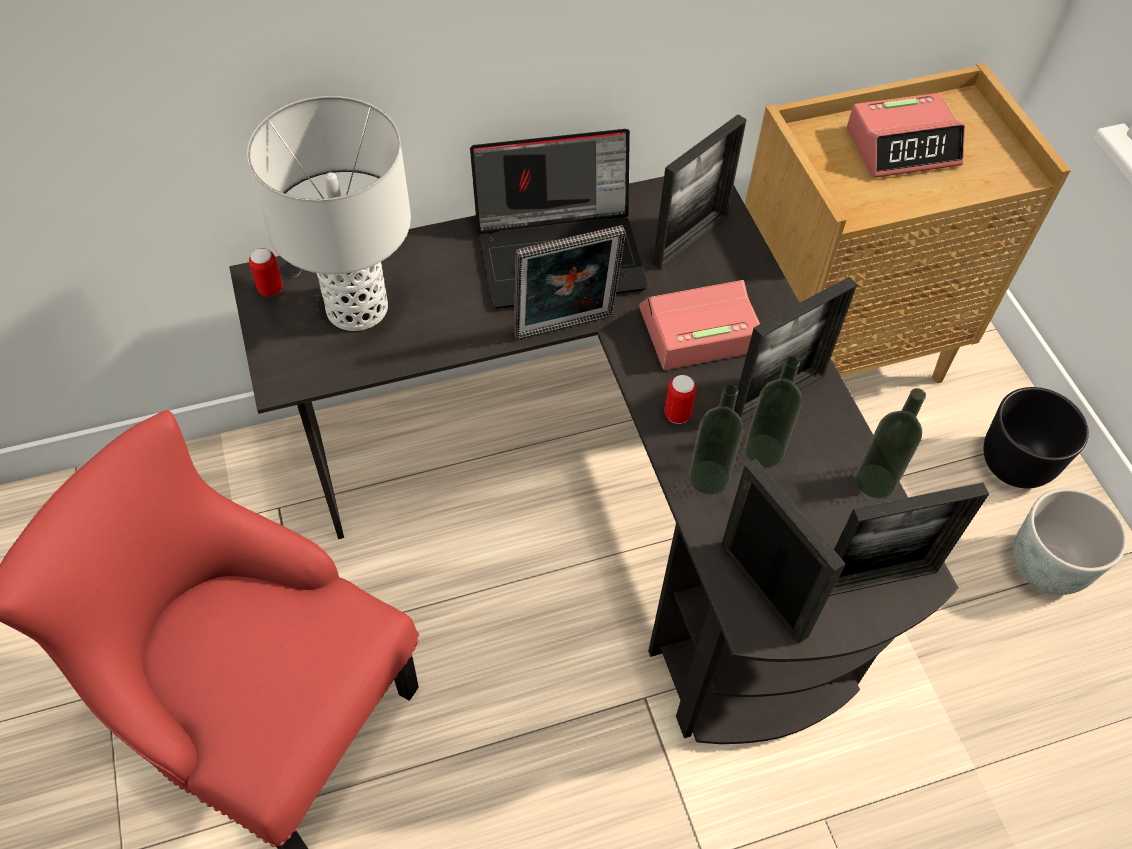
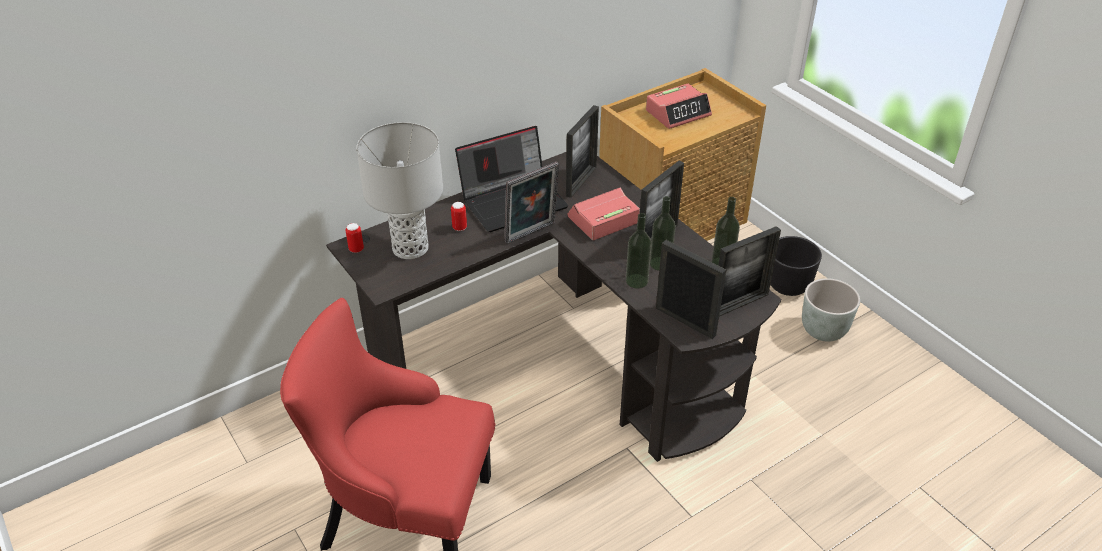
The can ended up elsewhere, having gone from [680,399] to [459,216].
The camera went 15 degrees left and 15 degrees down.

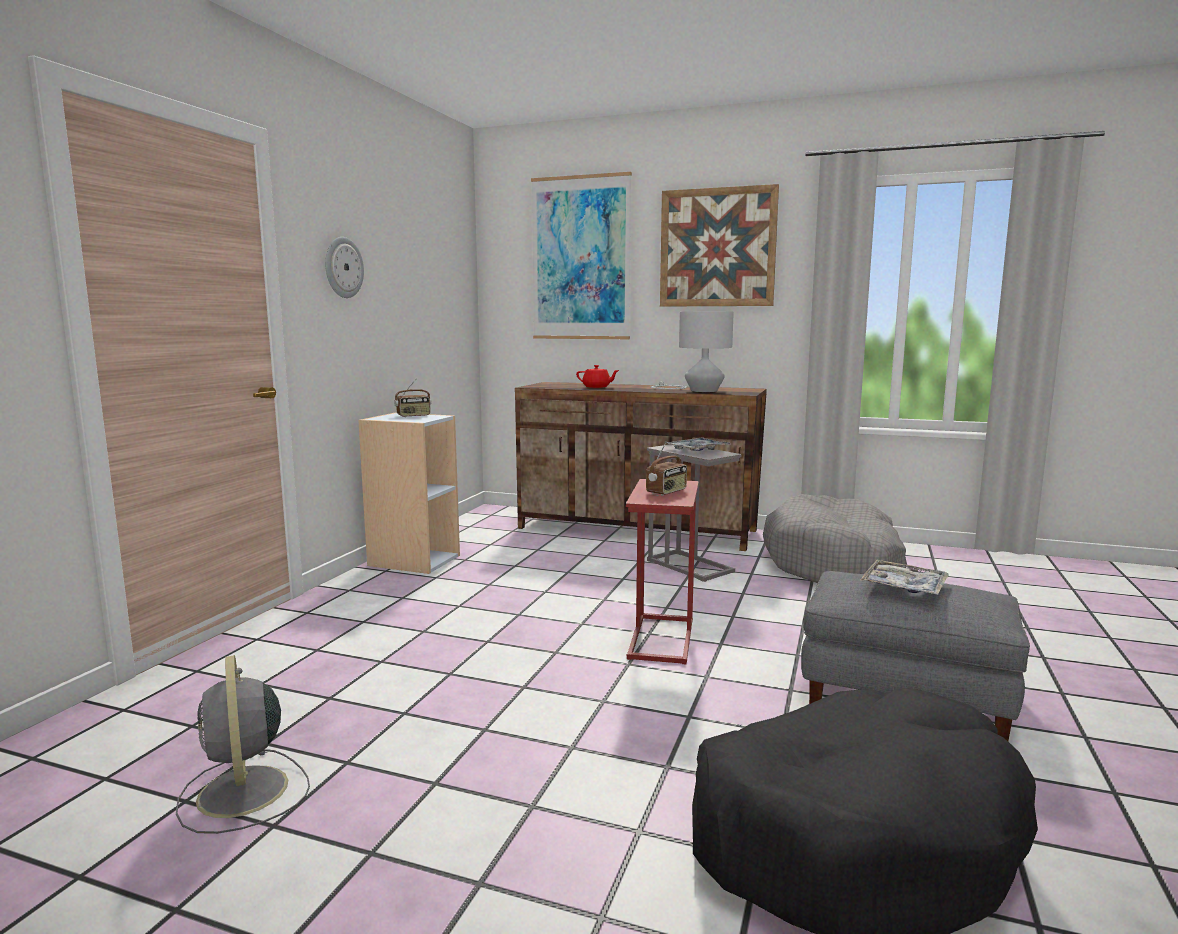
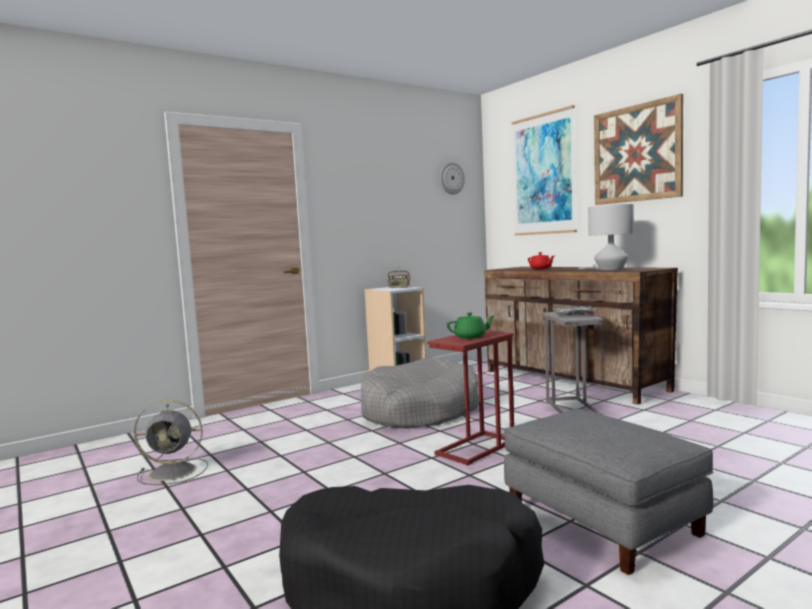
The fan/grey at [243,744] ended up facing another way, 105 degrees counterclockwise from before.
The dog bed/grey ended up elsewhere, having gone from [835,538] to [420,393].
The wall clock ended up elsewhere, having gone from [344,267] to [452,178].
Where the radio stood at [666,468], the teapot/green came to stand at [470,325].
The second view lost the tray at [904,577].
The camera went 35 degrees right and 5 degrees down.

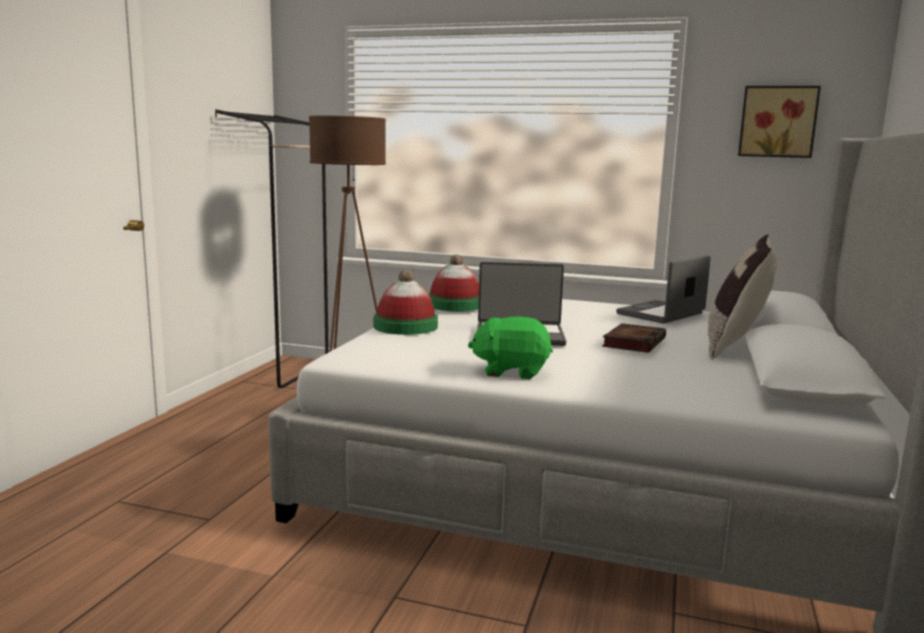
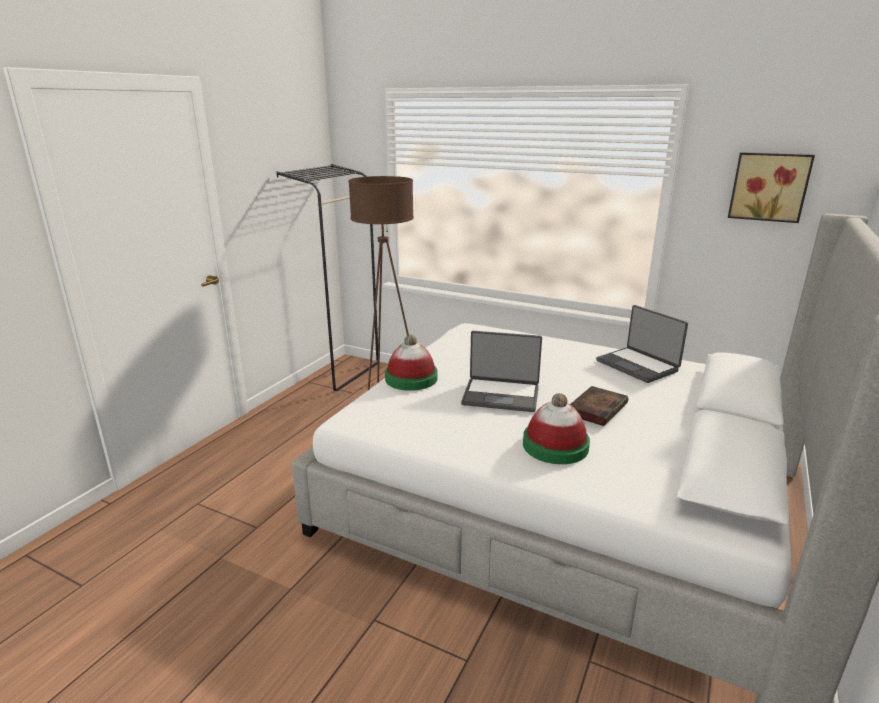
The hat ended up elsewhere, having gone from [454,283] to [556,428].
The laptop at [663,290] ended up facing another way, 90 degrees counterclockwise from before.
The second view lost the plush toy/green at [510,347].
The second view lost the pillow at [742,297].
The camera went 10 degrees right and 10 degrees up.

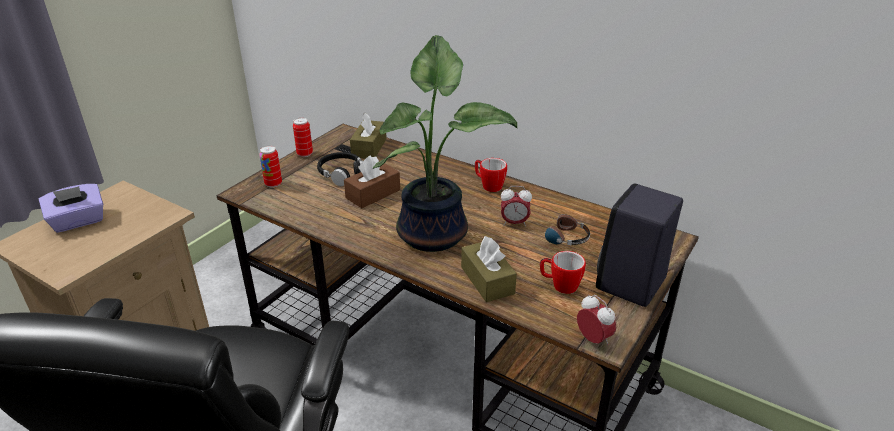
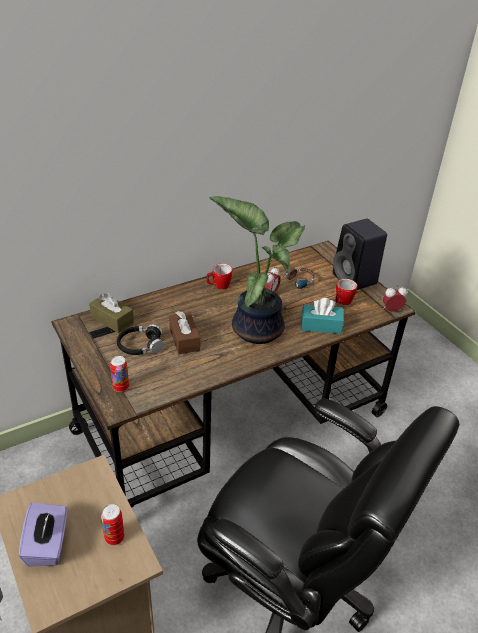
The can ended up elsewhere, having gone from [303,137] to [113,524].
What was the tissue box/brown at [489,269] turned into the tissue box/turquoise at [323,316].
The camera went 65 degrees left and 5 degrees up.

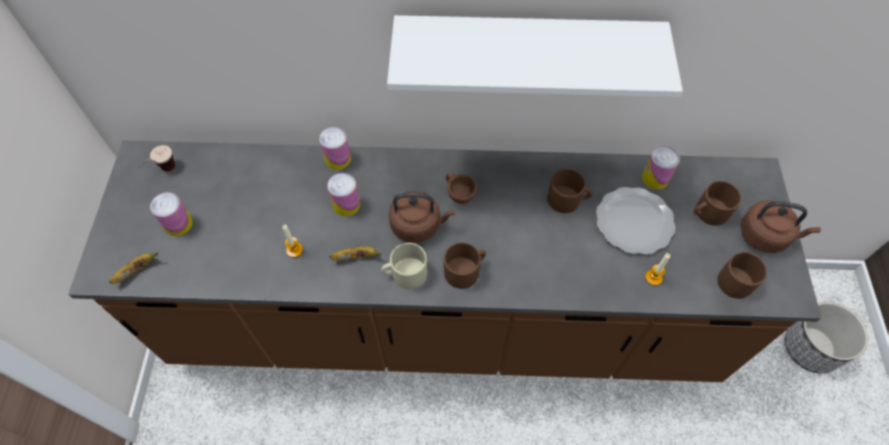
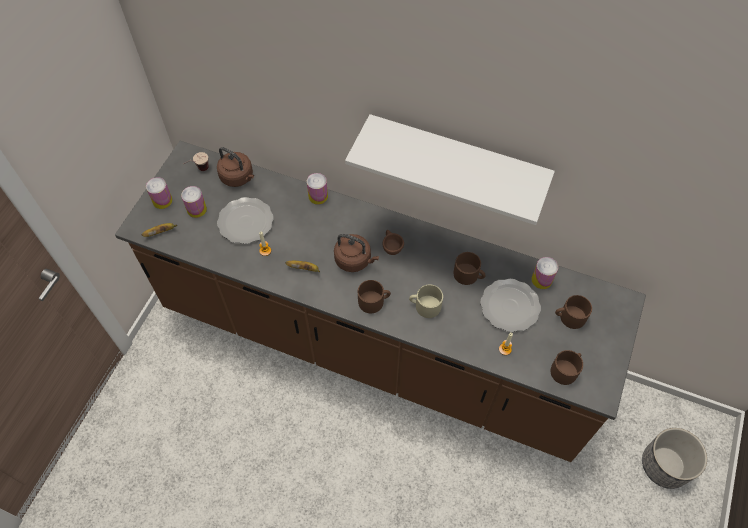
The can ended up elsewhere, having gone from [343,194] to [159,193].
The kettle/brown ended up elsewhere, having gone from [781,226] to [235,167].
The second view gained the plate at [245,220].
The mug/beige ended up elsewhere, having gone from [404,266] to [426,301].
The camera went 20 degrees right and 0 degrees up.

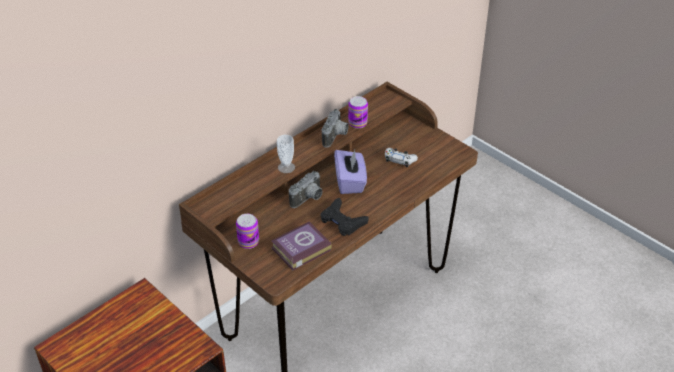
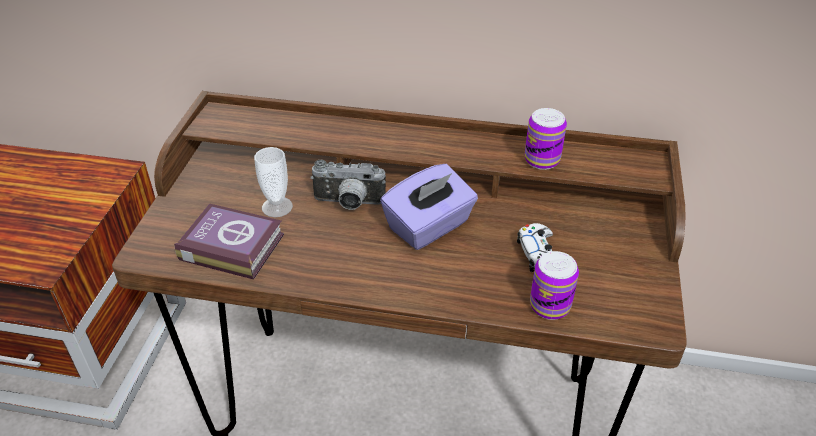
The cup ended up elsewhere, having gone from [286,154] to [273,182].
The can ended up elsewhere, having gone from [247,231] to [554,285].
The second view lost the game controller/black at [345,217].
The second view lost the photo camera at [335,128].
The camera went 55 degrees right and 0 degrees up.

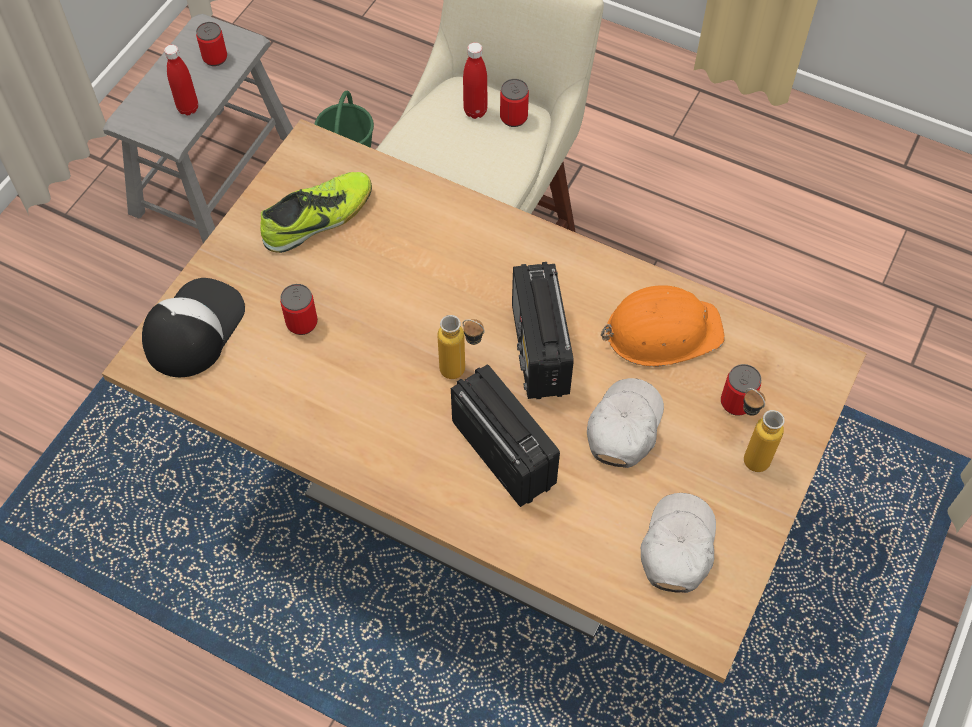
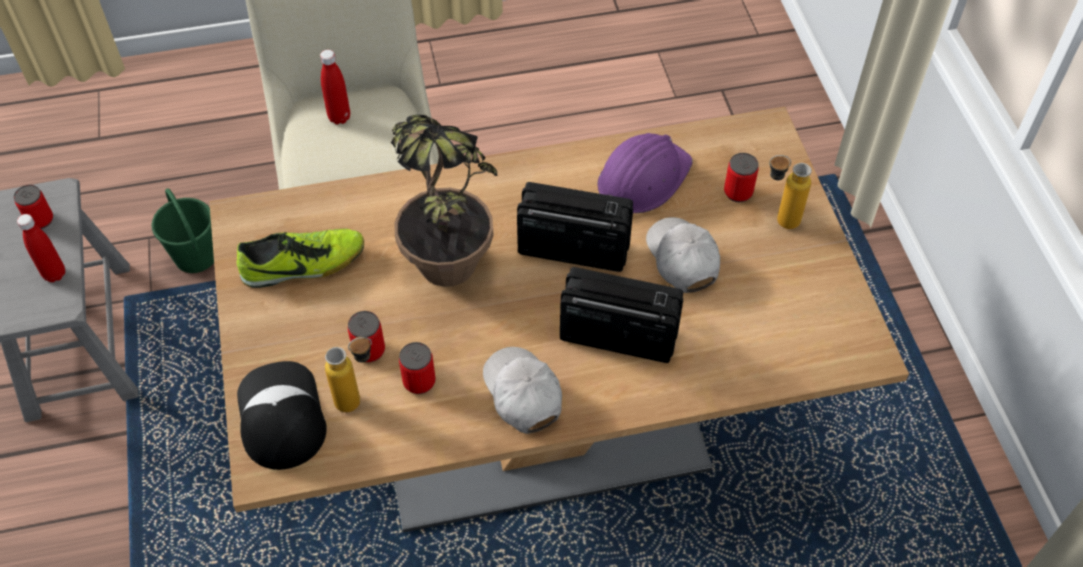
The shoe at [316,212] ended up facing another way, 60 degrees clockwise from before.
The bottle ended up elsewhere, having gone from [461,347] to [348,374].
The second view gained the potted plant at [444,201].
The can ended up elsewhere, having gone from [514,103] to [417,368].
The cap/white ended up elsewhere, having gone from [678,543] to [522,390].
The radio at [543,330] ended up facing another way, 150 degrees clockwise from before.
What was the hard hat/orange at [663,326] turned into the hard hat/purple at [645,173].
The camera went 40 degrees left and 5 degrees down.

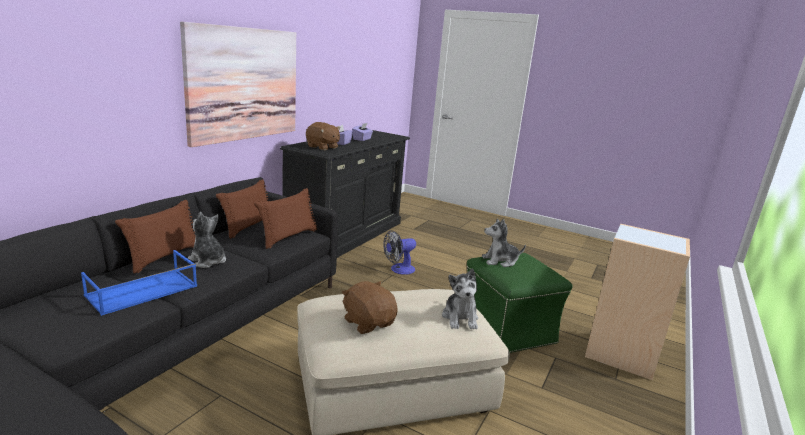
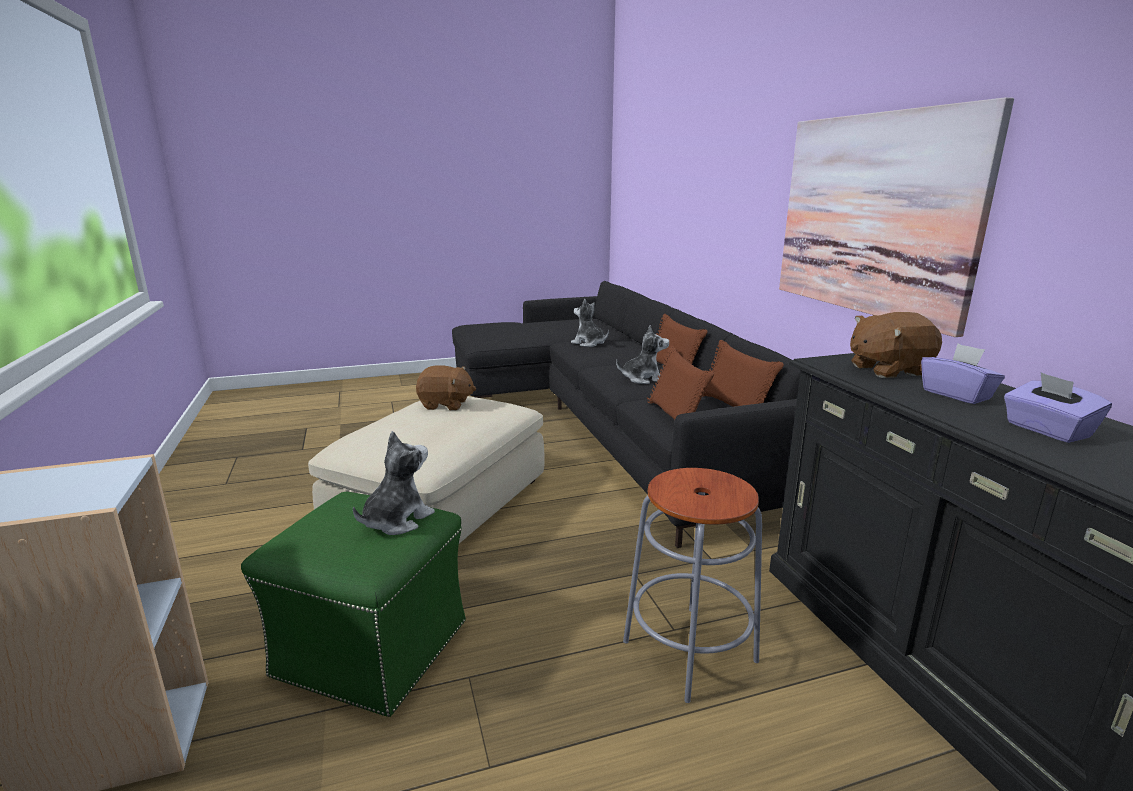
The plush toy ended up elsewhere, having gone from [460,298] to [590,323].
Where the fan stood at [399,252], the stool/grey came to stand at [692,585].
The second view lost the tray/blue at [139,283].
The camera went 135 degrees right and 0 degrees up.

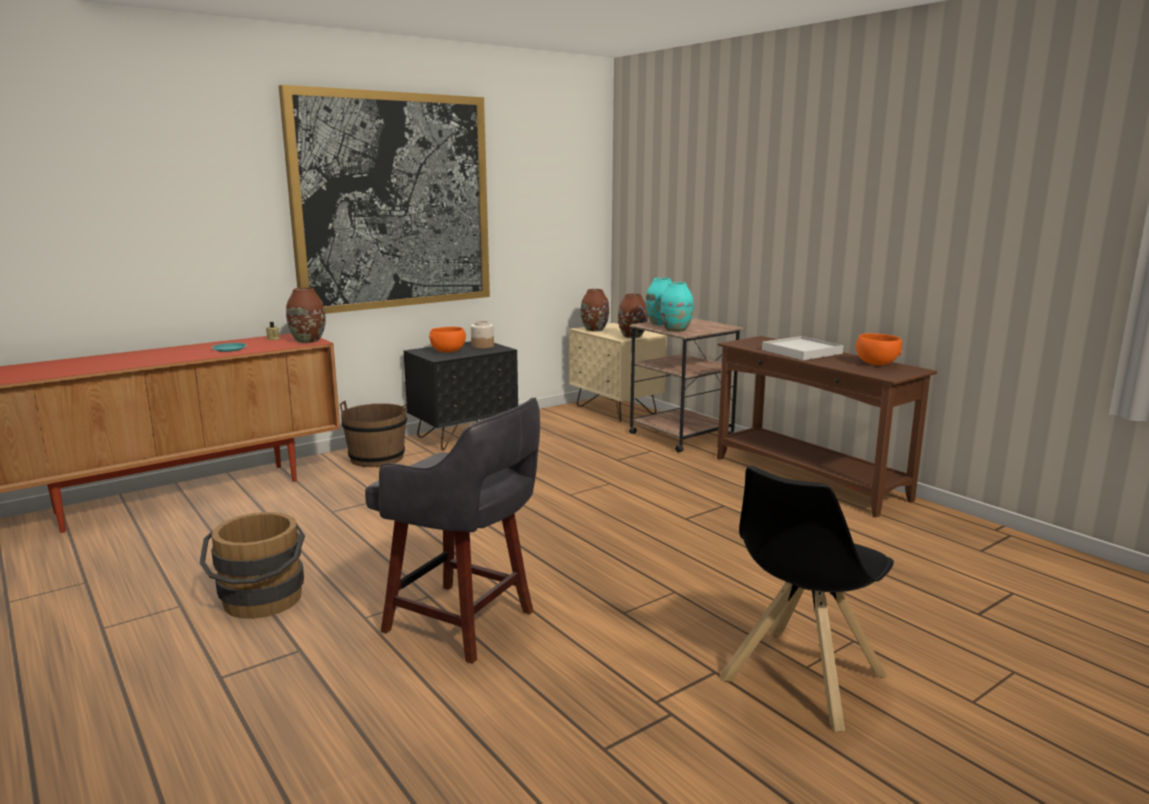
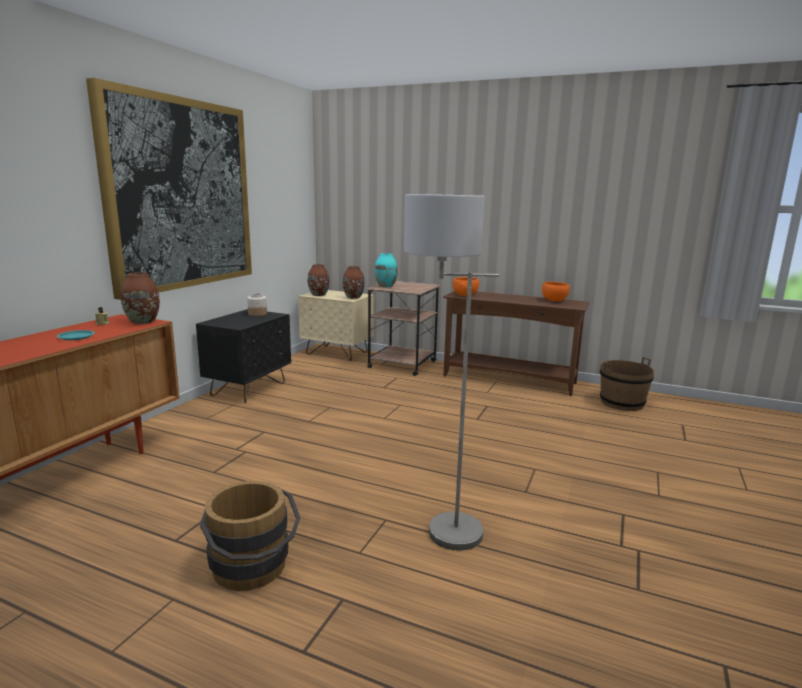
Where the stool/grey stood at [452,530], the floor lamp/grey came to stand at [451,372].
The bowl/orange ended up elsewhere, having gone from [447,340] to [466,286].
The bucket/brown ended up elsewhere, having gone from [373,434] to [627,384].
The second view lost the vase/turquoise at [677,307].
The second view lost the chair/black at [806,599].
The second view lost the tray/white at [802,348].
The camera went 30 degrees left and 0 degrees up.

